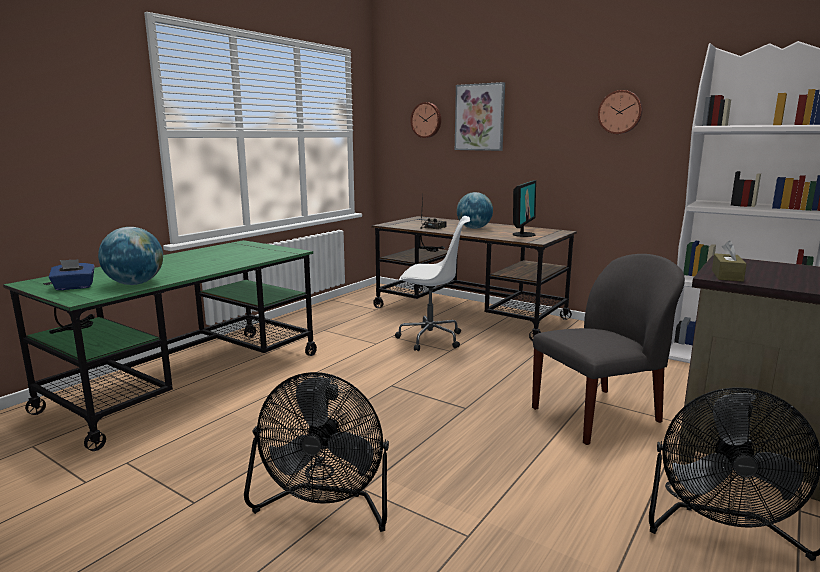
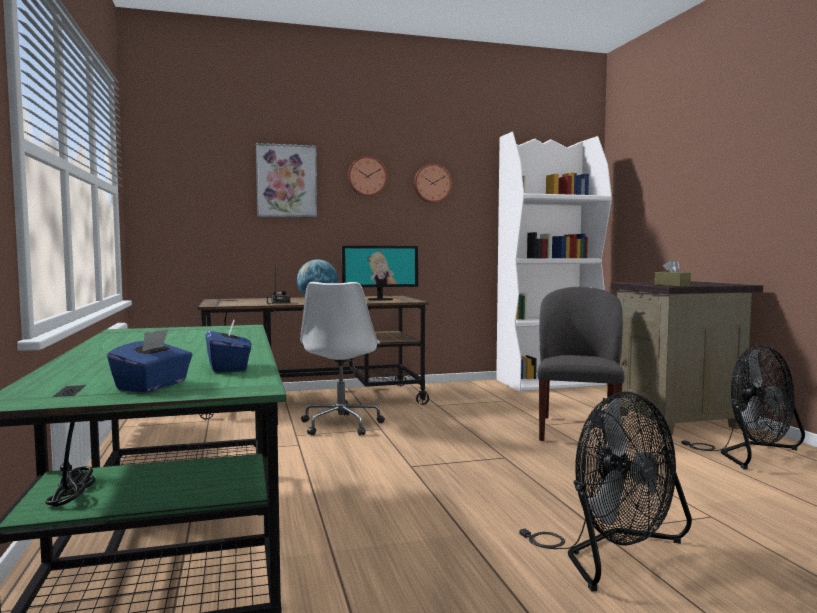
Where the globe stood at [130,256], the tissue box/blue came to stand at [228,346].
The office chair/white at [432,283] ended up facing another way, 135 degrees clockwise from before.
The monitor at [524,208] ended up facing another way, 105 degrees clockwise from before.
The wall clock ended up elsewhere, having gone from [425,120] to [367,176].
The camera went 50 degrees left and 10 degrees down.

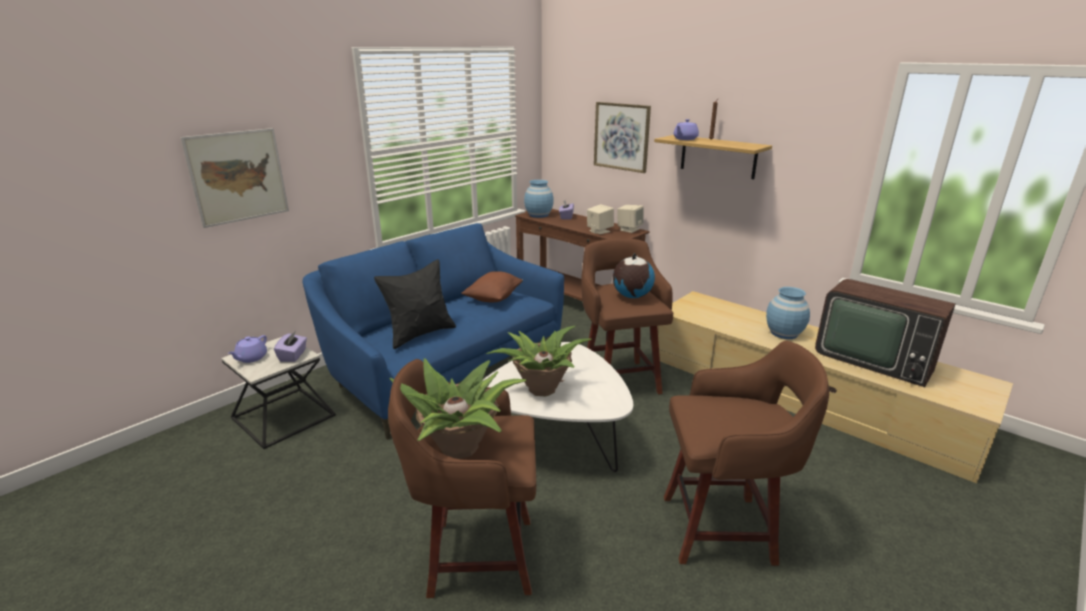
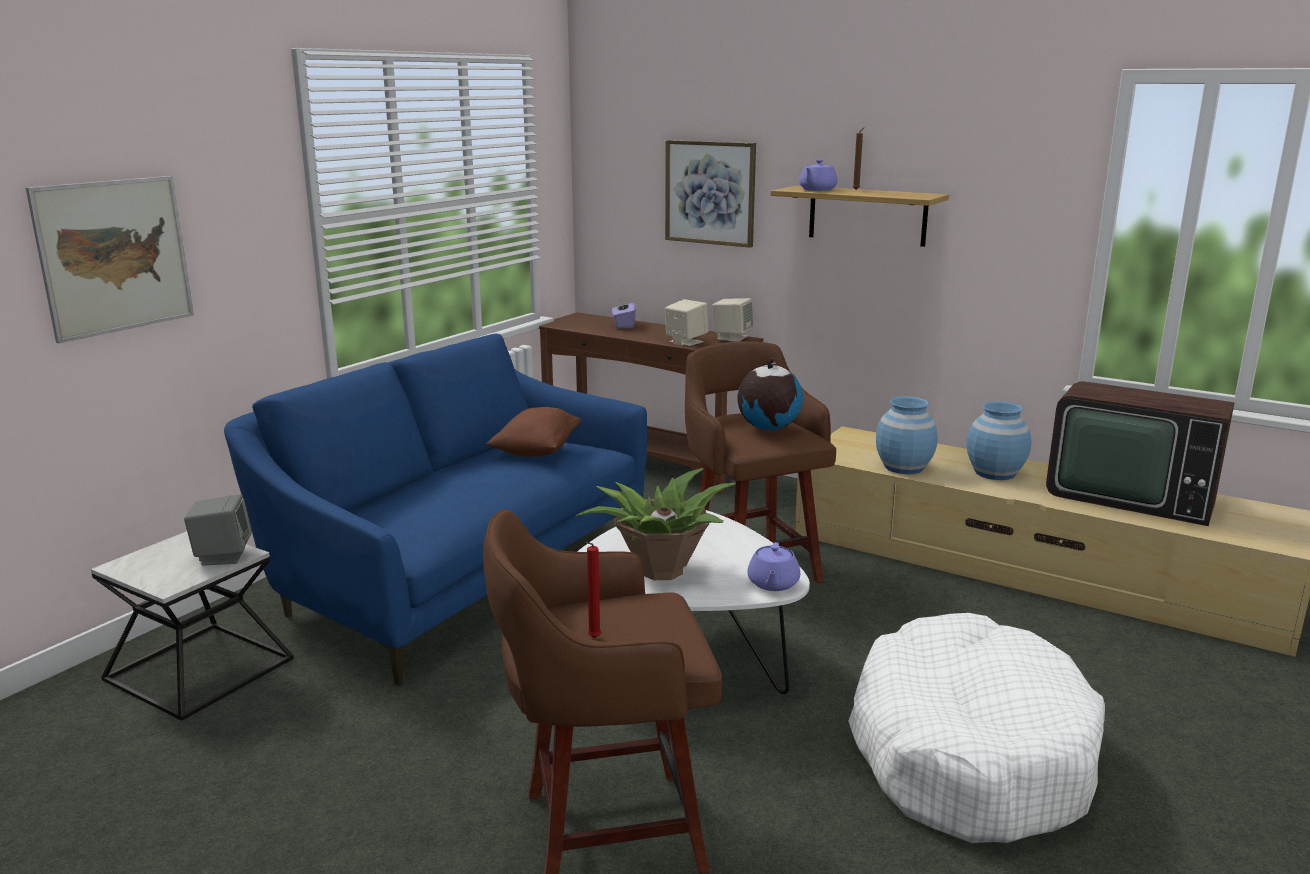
Where the tissue box/purple stood at [290,347], the speaker/grey came to stand at [218,530].
Where the potted plant stood at [457,409], the candle/red came to stand at [593,590].
The teapot/purple ended up elsewhere, having gone from [247,349] to [774,566].
Where the stool/brown stood at [746,453], the dog bed/white came to stand at [976,728].
The vase/blue ended up elsewhere, having gone from [539,199] to [907,435].
The second view lost the pillow/black at [415,304].
The camera went 10 degrees left and 5 degrees down.

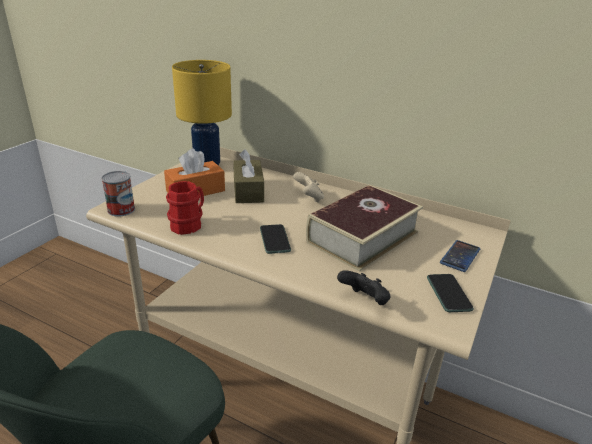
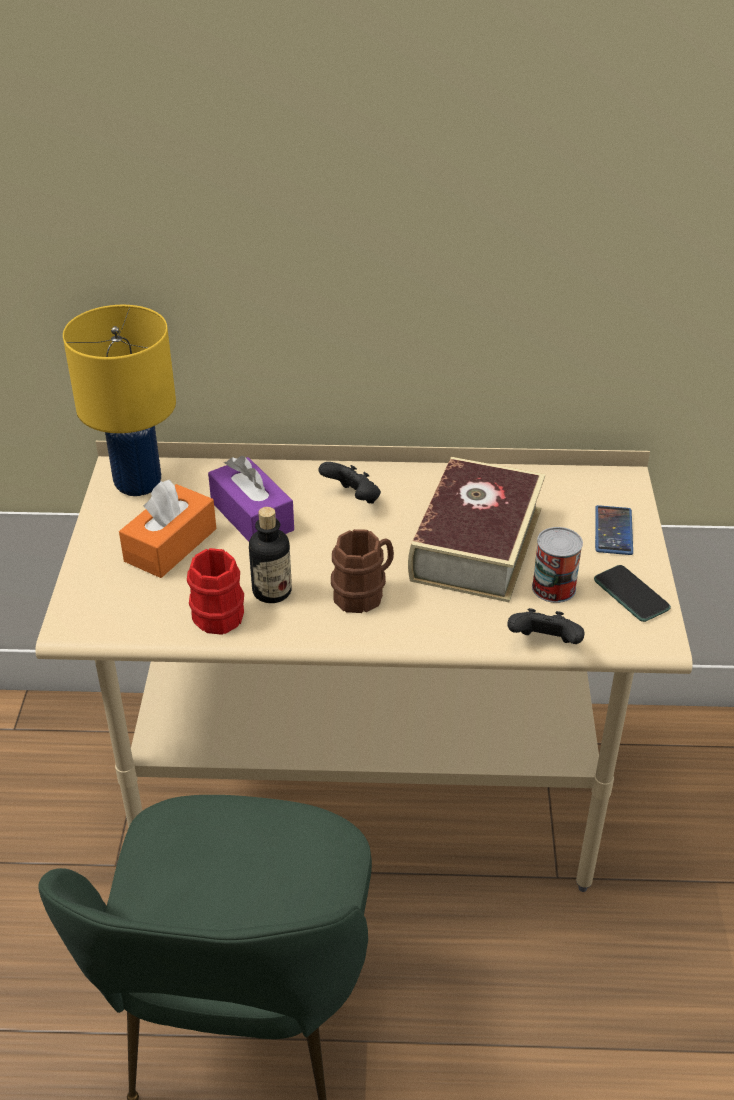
What was the tissue box/brown at [248,176] turned into the tissue box/purple at [251,498].
The second view gained the bottle at [270,555].
What was the game controller/beige at [308,187] turned into the game controller/black at [349,482].
Where the phone stood at [275,239], the mug/brown came to stand at [362,571].
The can ended up elsewhere, having gone from [118,194] to [557,565].
The camera went 25 degrees left and 10 degrees up.

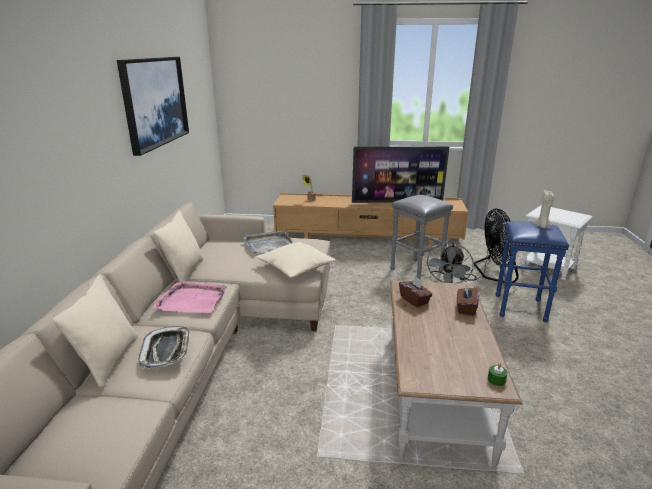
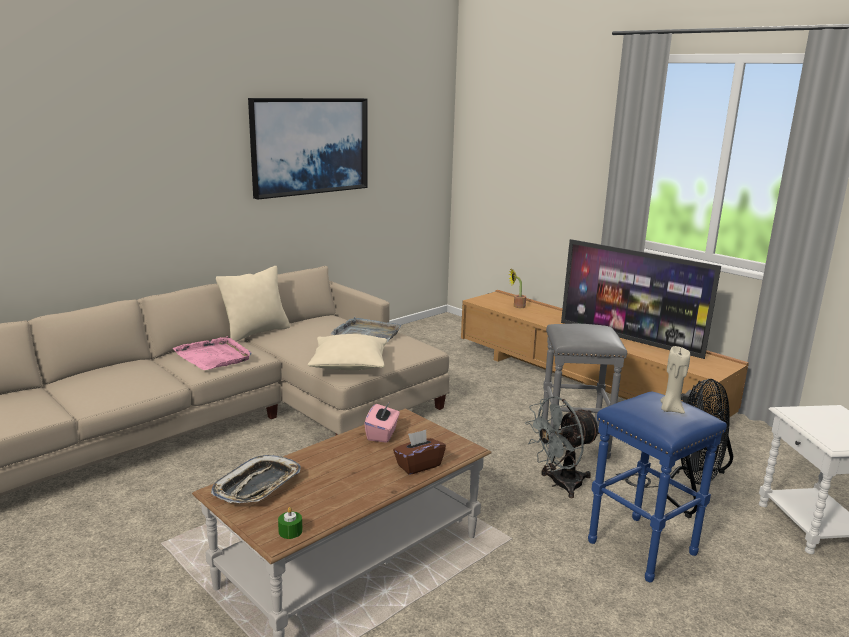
The tray ended up elsewhere, having gone from [164,347] to [256,479].
What was the tissue box/brown at [415,291] turned into the tissue box/pink at [382,423].
The second view lost the pillow/beige at [95,331].
The camera went 40 degrees right and 5 degrees down.

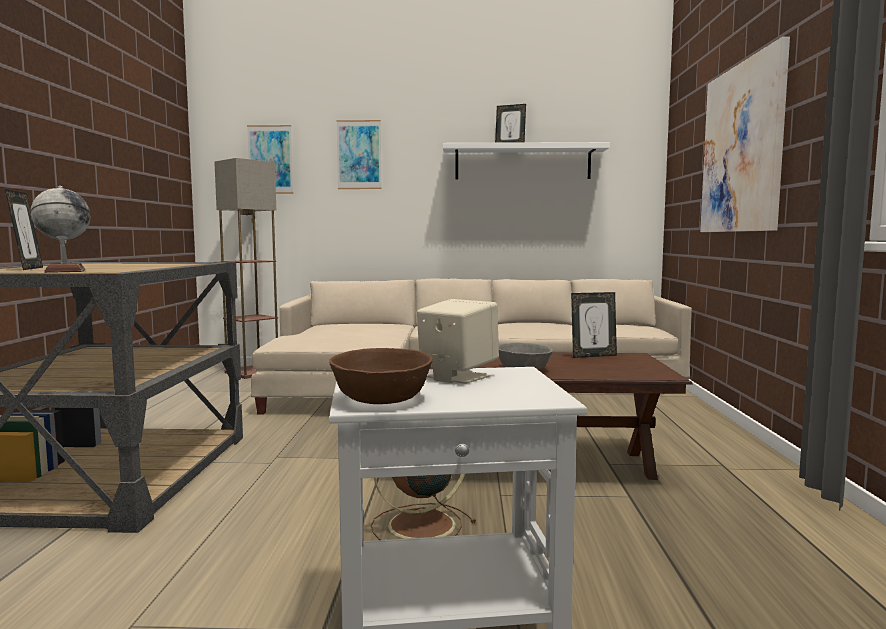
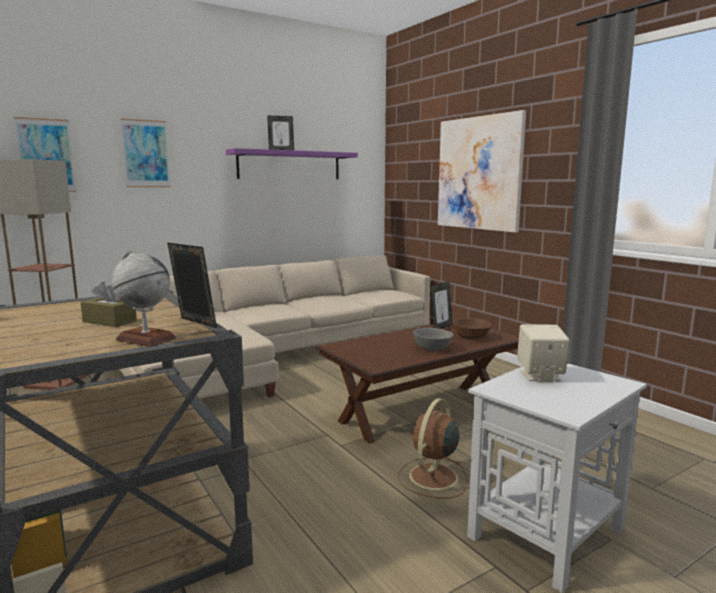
The second view gained the tissue box/brown at [108,304].
The picture frame ended up elsewhere, having gone from [24,229] to [192,285].
What was the shelf/white at [526,160] turned into the shelf/purple at [292,163].
The bowl/brown ended up elsewhere, having gone from [381,376] to [472,328].
The camera went 35 degrees left and 5 degrees up.

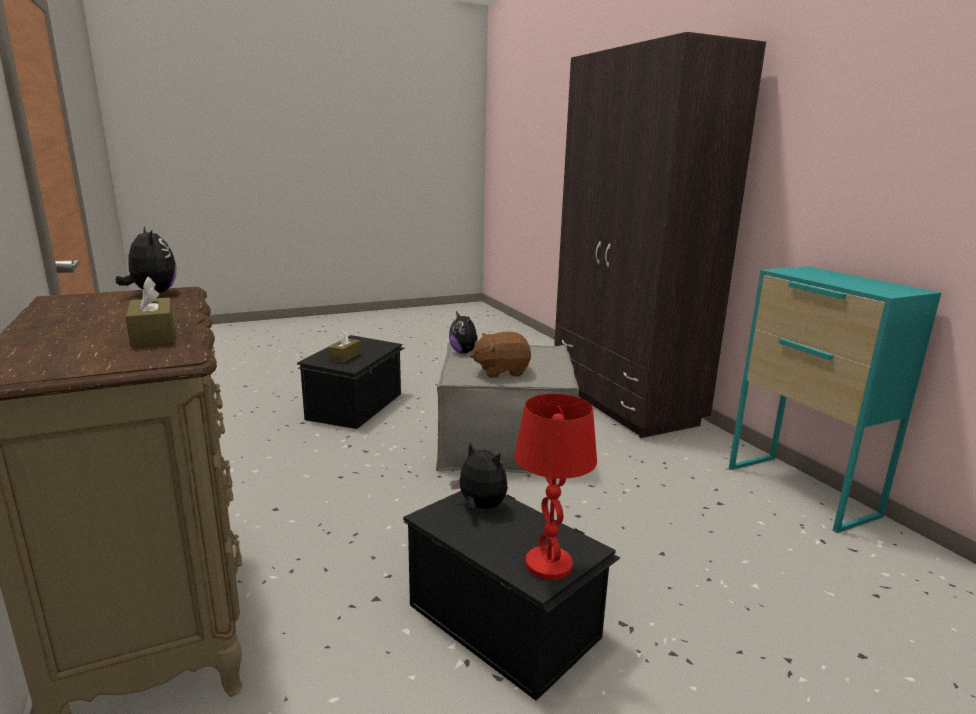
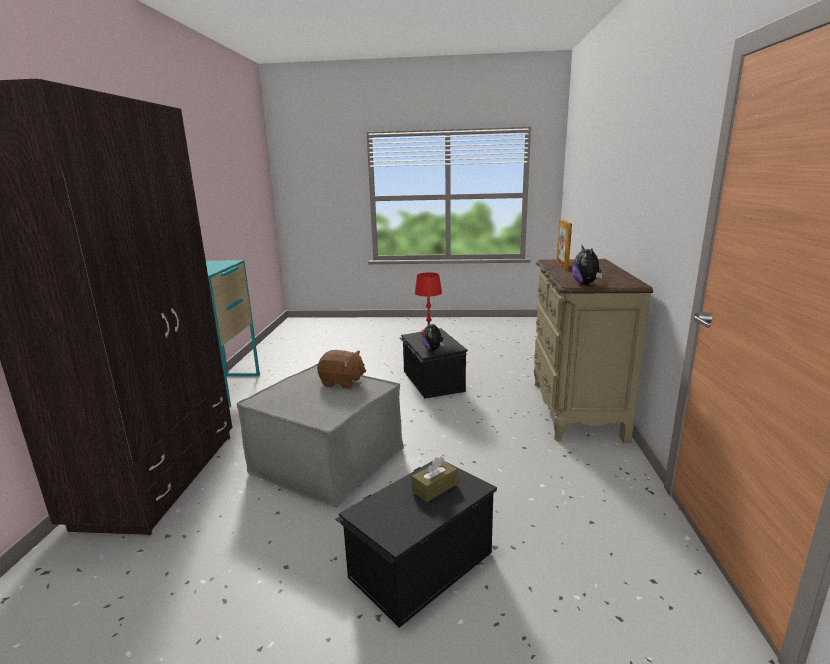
Where the tissue box/brown stood at [150,312], the picture frame came to stand at [564,244].
The second view lost the plush toy at [463,332].
The camera went 150 degrees left and 0 degrees up.

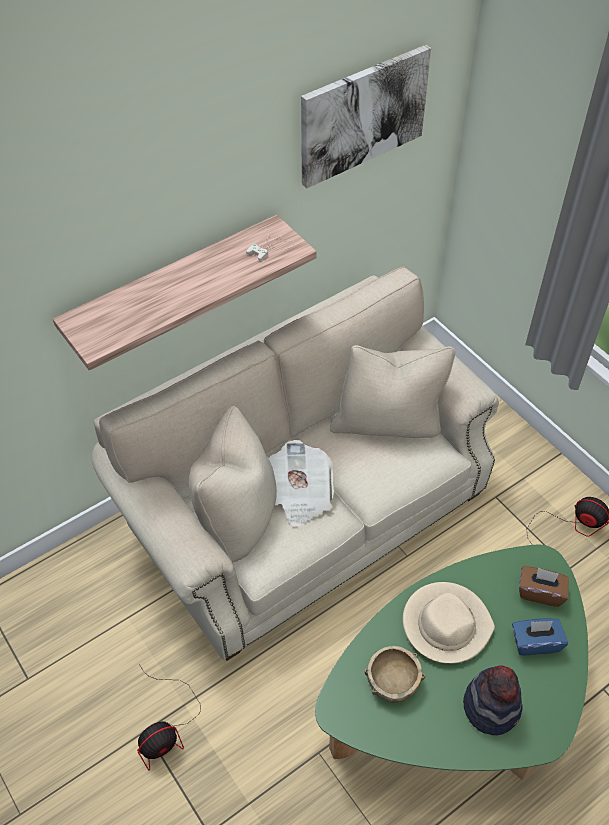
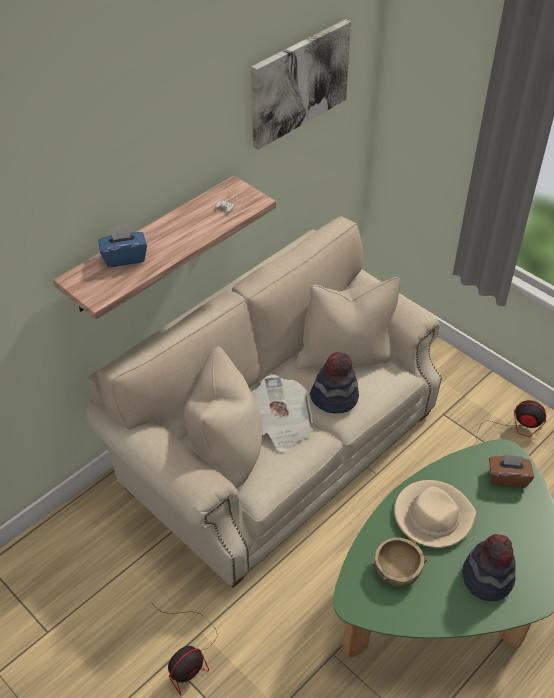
The tissue box/blue ended up elsewhere, having gone from [540,636] to [122,246].
The second view gained the hat at [334,382].
The camera went 10 degrees left and 5 degrees down.

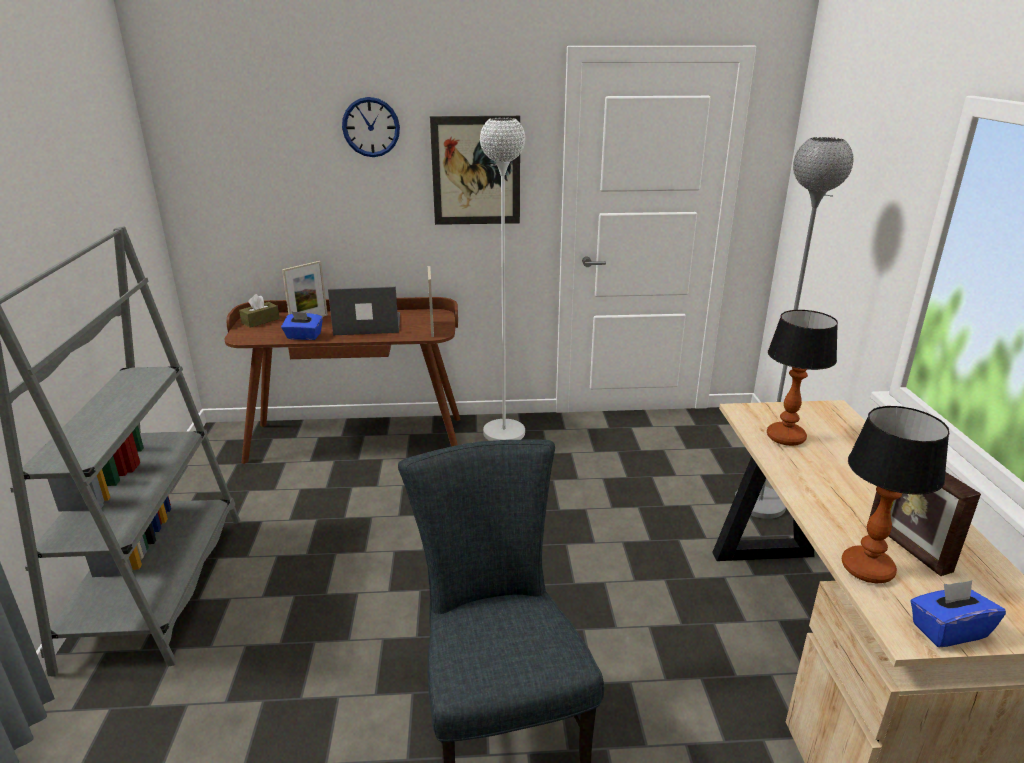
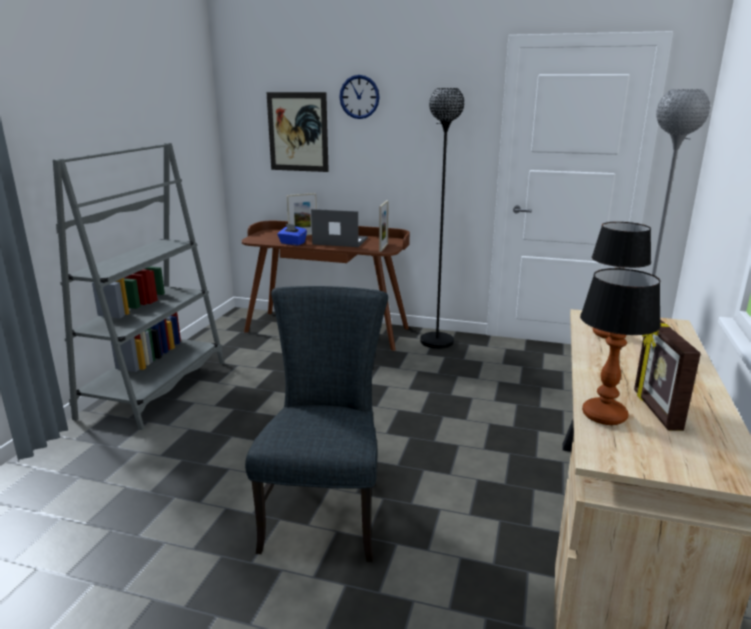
The picture ended up elsewhere, having gone from [475,170] to [297,132].
What was the floor lamp/white at [502,279] turned into the floor lamp/black at [442,218].
The second view lost the tissue box/brown at [259,311].
The second view lost the tissue box/blue at [958,613].
The camera went 20 degrees right and 5 degrees down.

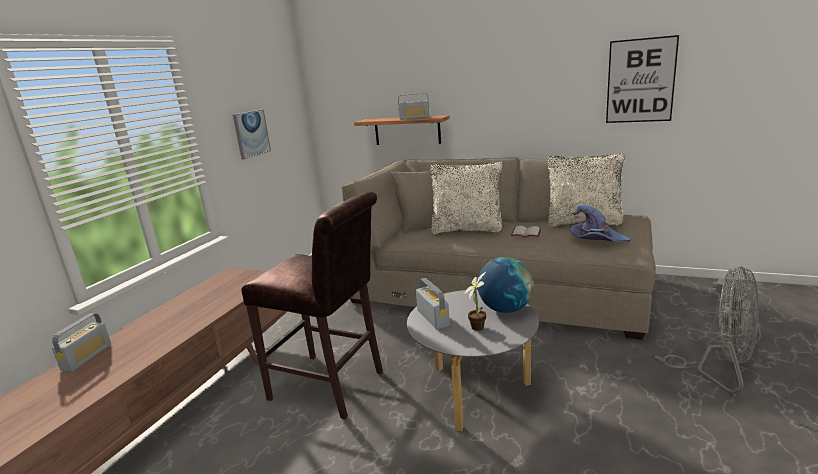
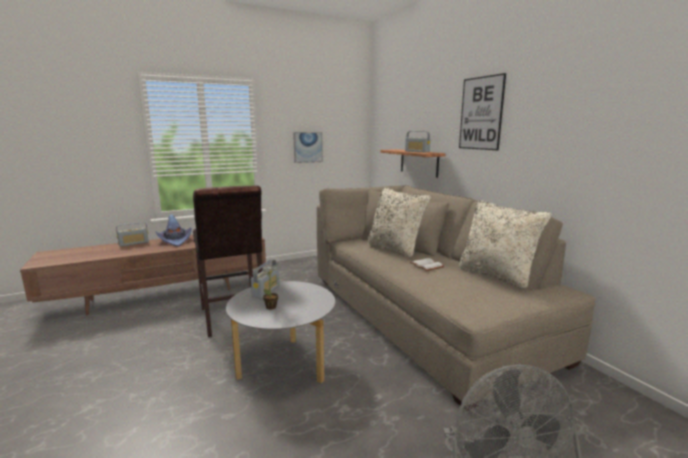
The hat/purple ended up elsewhere, having gone from [600,223] to [173,230].
The picture ended up elsewhere, having gone from [642,79] to [482,111].
The second view lost the globe at [506,285].
The camera went 40 degrees right and 5 degrees down.

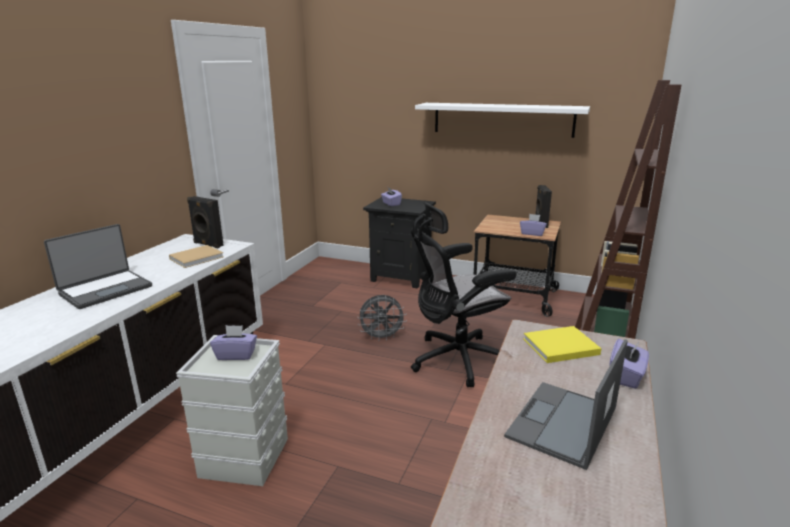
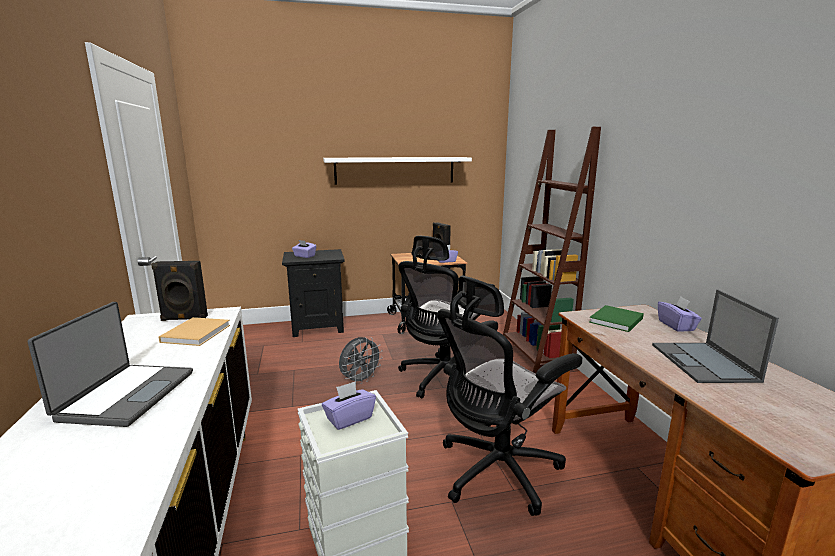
The second view gained the office chair at [509,396].
What was the book/yellow at [562,344] turned into the book/green at [616,318].
The camera went 35 degrees left and 5 degrees down.

